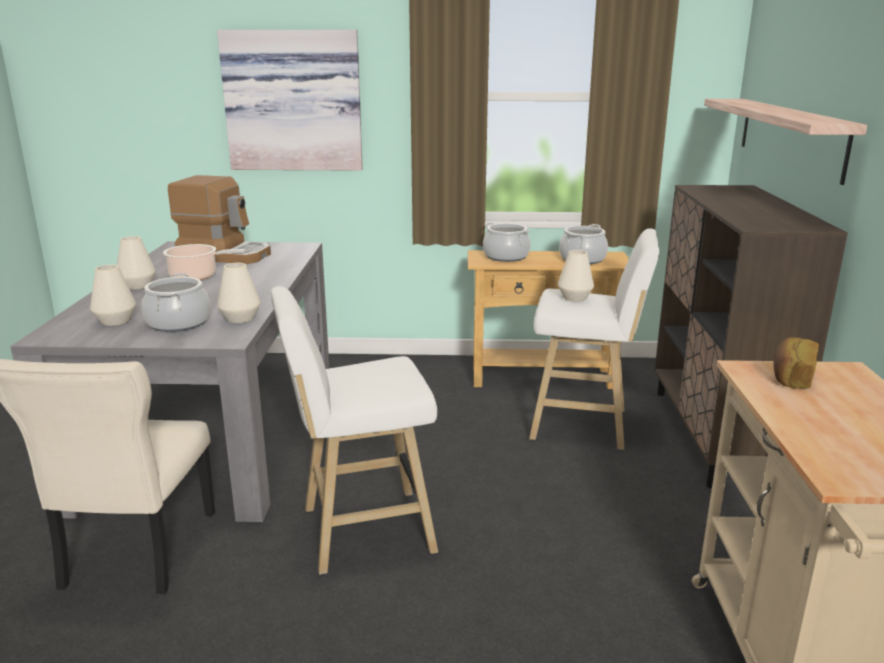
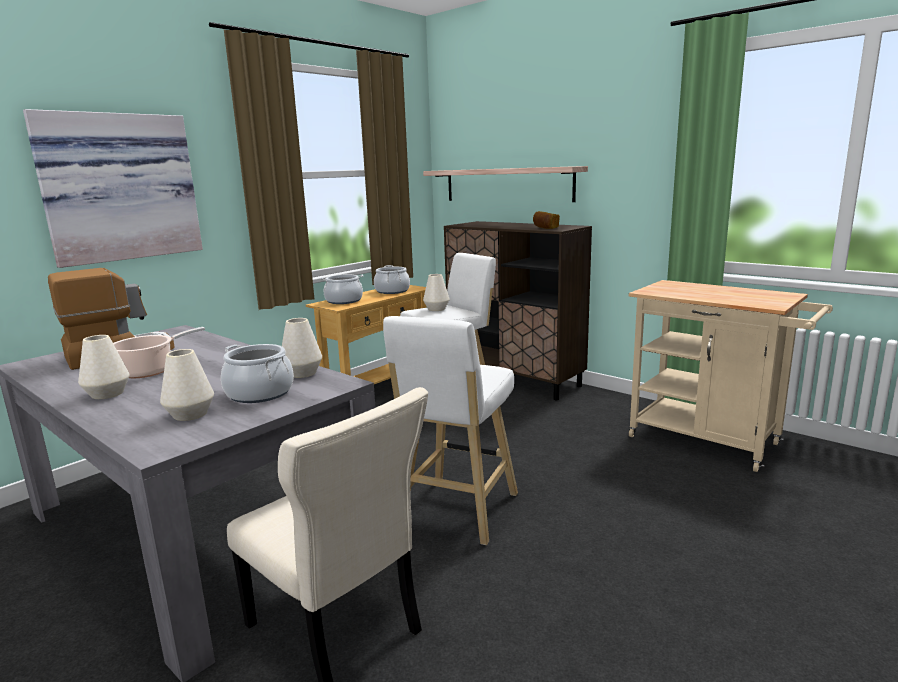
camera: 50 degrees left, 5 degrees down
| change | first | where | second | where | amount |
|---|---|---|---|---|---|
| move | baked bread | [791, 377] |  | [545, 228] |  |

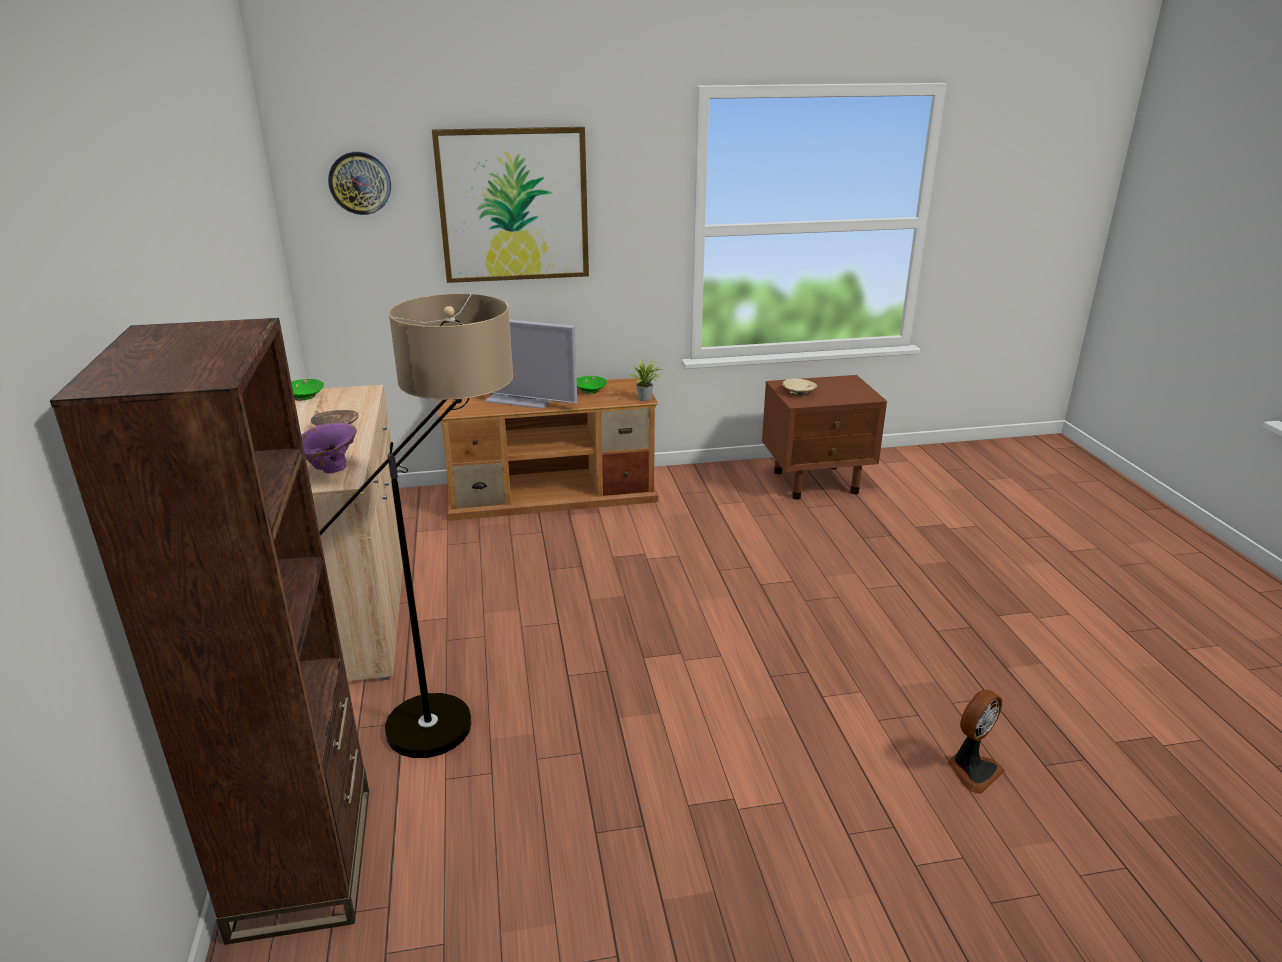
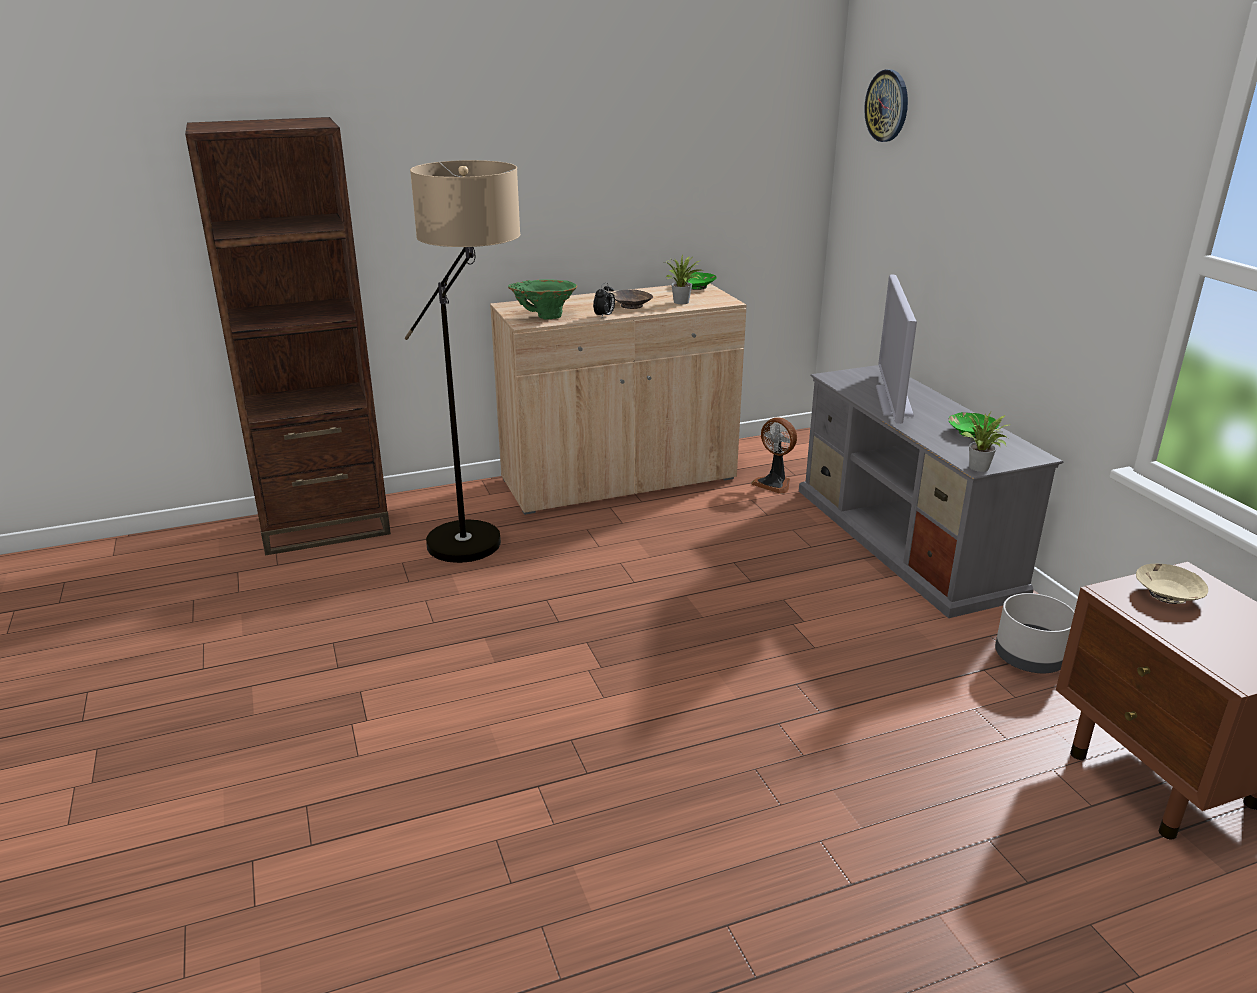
camera: 80 degrees right, 0 degrees up
| change | first | where | second | where | amount |
|---|---|---|---|---|---|
| recolor | purple decorative vase | [330, 470] | greenish decorative vase | [543, 316] |  |
| delete | wall picture | [513, 205] |  |  |  |
| recolor | brown media console | [553, 494] | gray media console | [906, 540] |  |
| move | electric fan | [972, 770] |  | [774, 483] |  |
| insert |  |  | bedside clock | [604, 316] |  |
| insert |  |  | plant in a pot | [682, 302] |  |
| insert |  |  | gray flower pot | [1030, 658] |  |

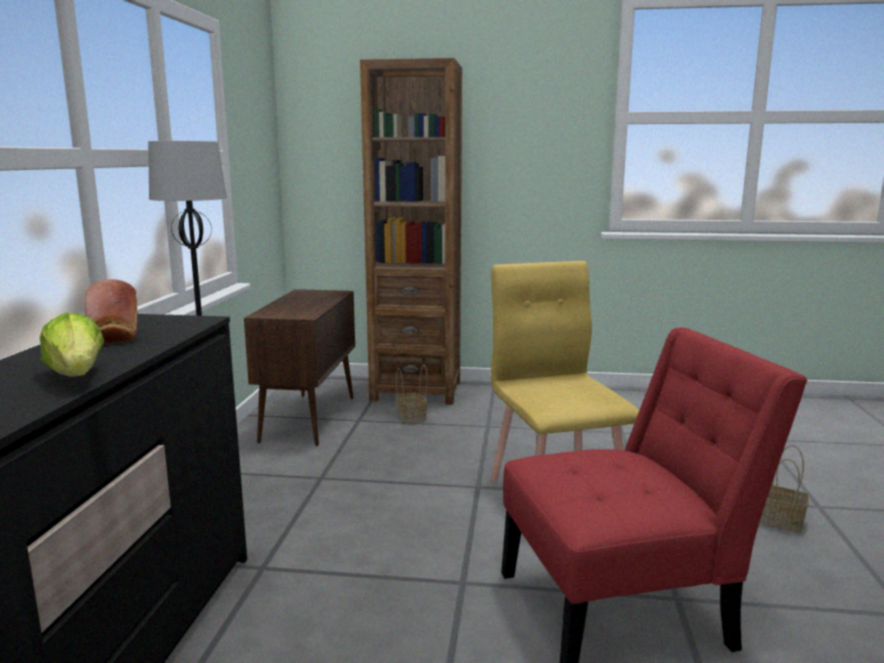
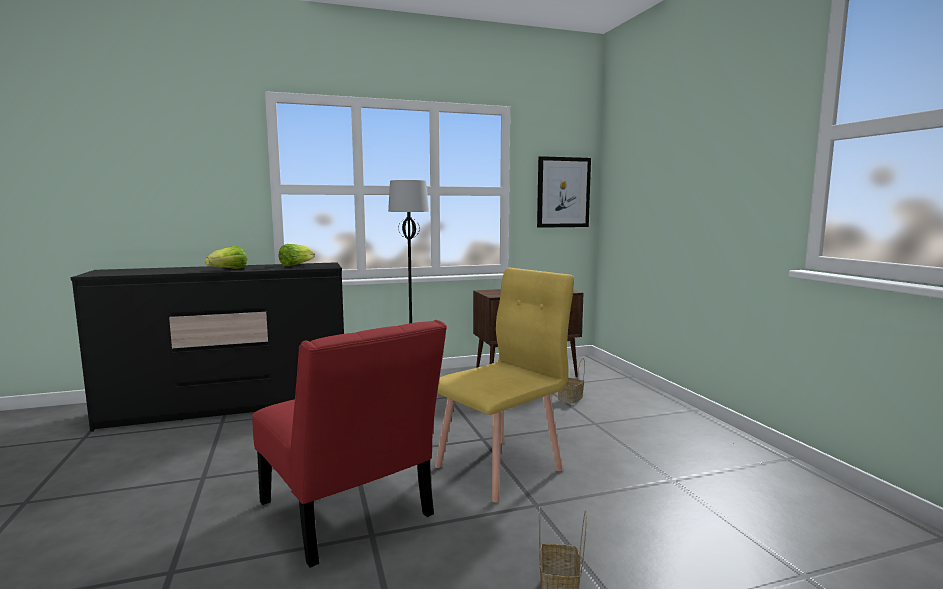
camera: 65 degrees right, 5 degrees down
| change | first | where | second | where | amount |
|---|---|---|---|---|---|
| replace | baked bread | [114, 334] | head of lettuce | [295, 265] |  |
| delete | brown shelving unit | [416, 391] |  |  |  |
| insert |  |  | wall picture | [563, 192] |  |

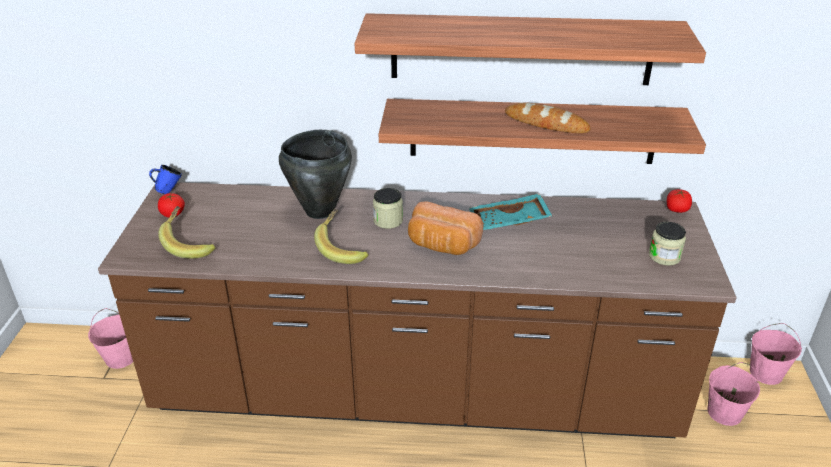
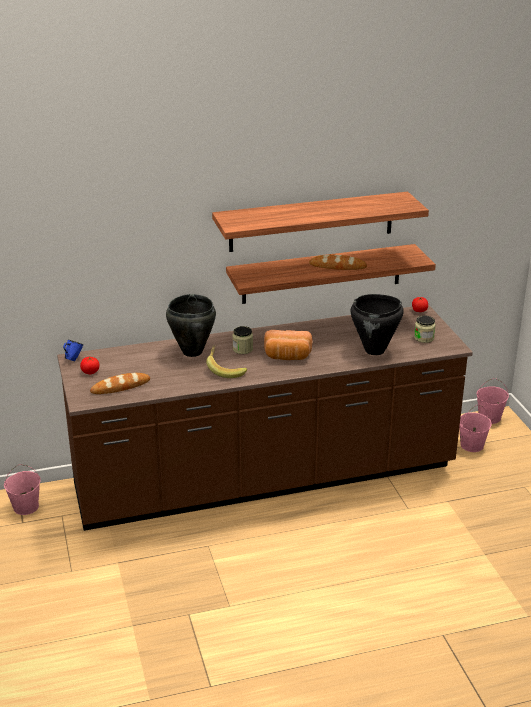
camera: 20 degrees left, 5 degrees down
| change | first | where | second | where | amount |
|---|---|---|---|---|---|
| replace | banana | [190, 244] | baked bread | [120, 387] |  |
| delete | turquoise carrying tray | [509, 222] |  |  |  |
| insert |  |  | blackish stockpot | [375, 350] |  |

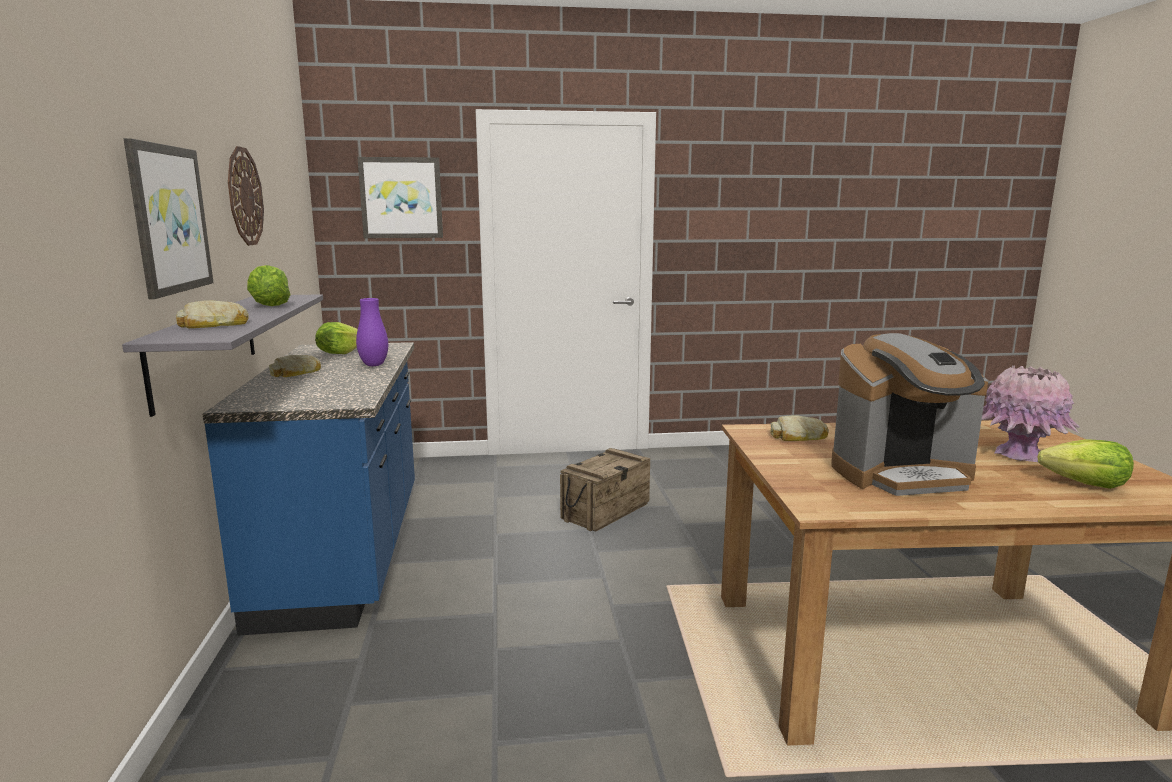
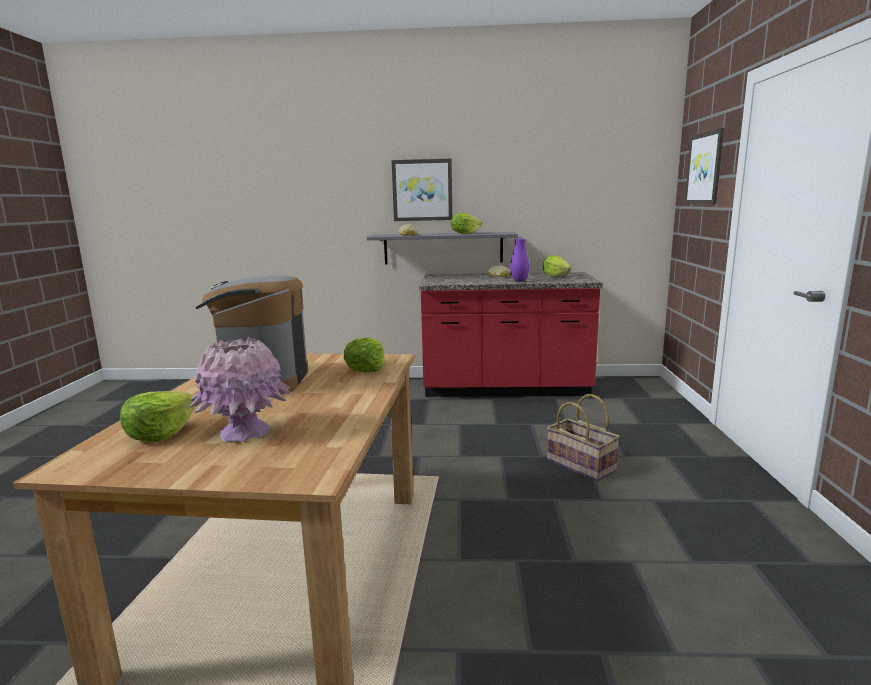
camera: 100 degrees right, 0 degrees up
| change | first | where | second | where | amount |
|---|---|---|---|---|---|
| recolor | bluish kitchen counter | [346, 553] | red kitchen counter | [505, 389] |  |
| delete | wall clock | [244, 196] |  |  |  |
| replace | packing crate | [605, 511] | storage basket | [581, 465] |  |
| replace | baked bread | [798, 436] | head of lettuce | [366, 368] |  |

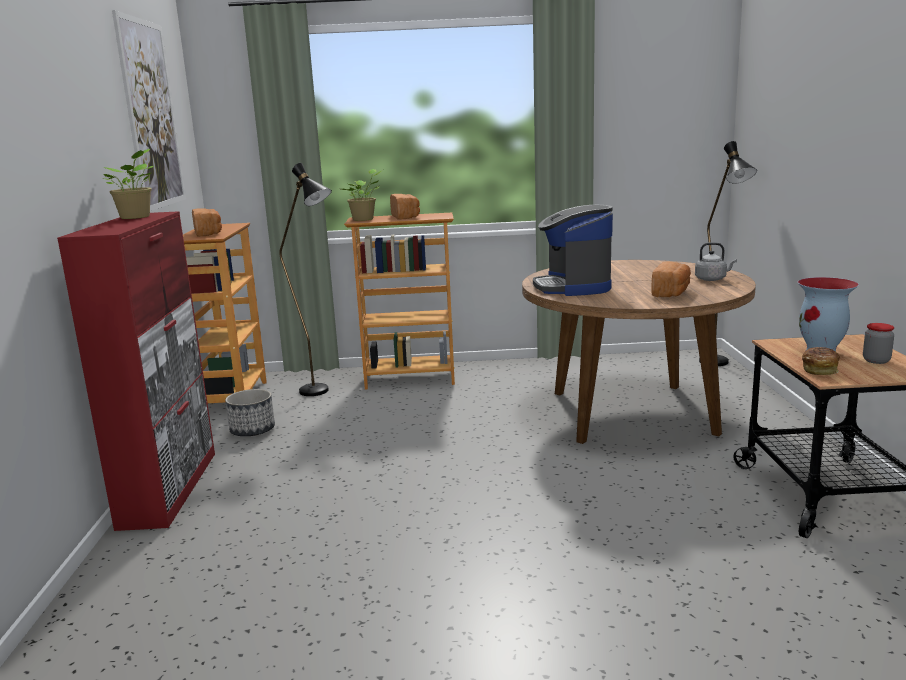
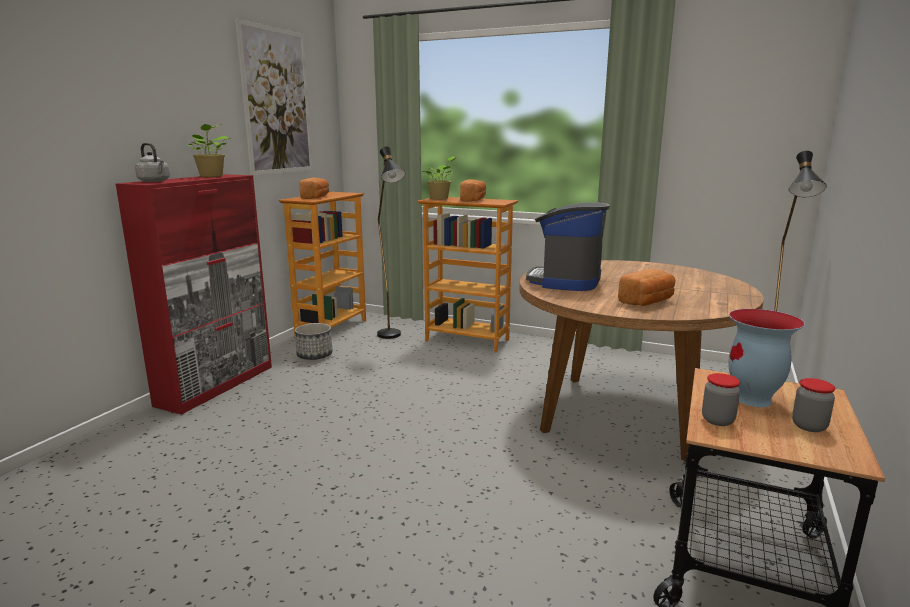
camera: 25 degrees right, 0 degrees up
| change | first | where | second | where | amount |
|---|---|---|---|---|---|
| move | gray water kettle | [712, 279] |  | [155, 181] |  |
| replace | baked bread | [820, 370] | jar | [717, 420] |  |

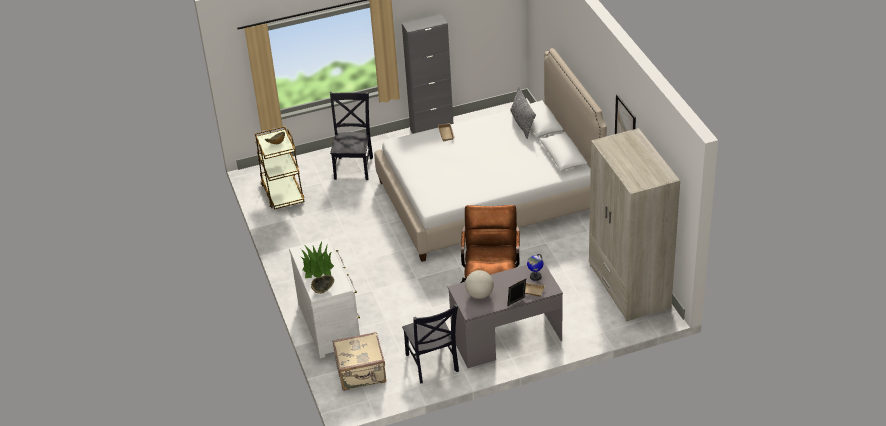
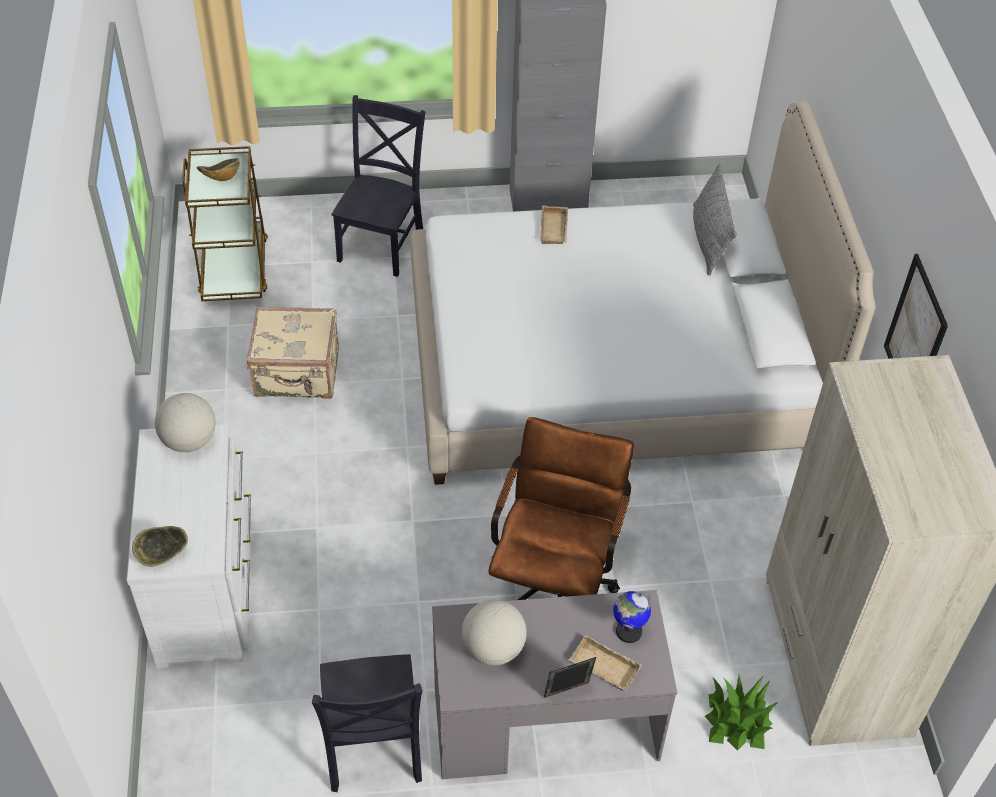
camera: 10 degrees right, 10 degrees up
| change | first | where | second | where | amount |
|---|---|---|---|---|---|
| move | plant in a pot | [317, 268] |  | [737, 721] |  |
| move | beige-coloured suitcase | [361, 374] |  | [297, 374] |  |
| insert |  |  | desk globe | [189, 441] |  |

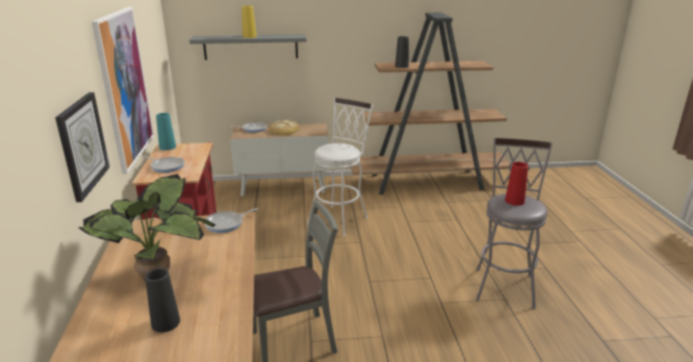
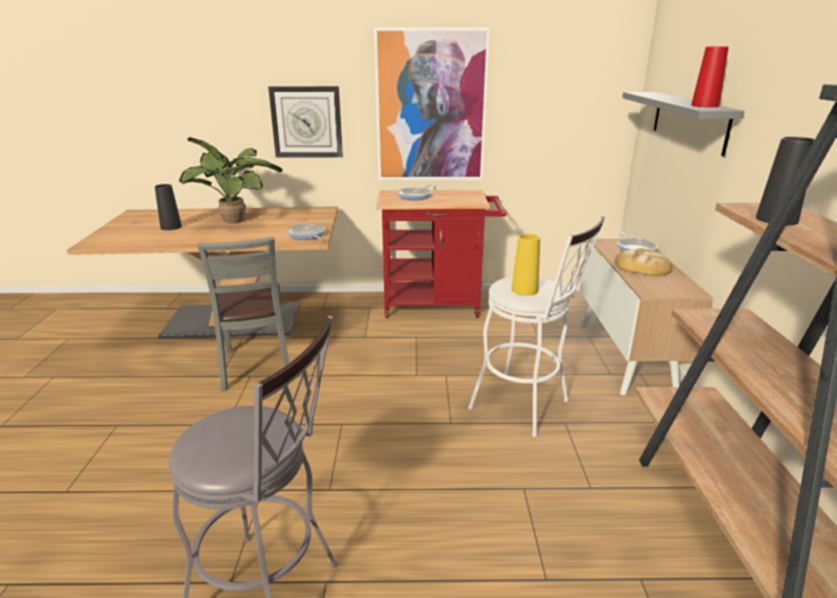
camera: 95 degrees right, 0 degrees up
| change | first | where | second | where | amount |
|---|---|---|---|---|---|
| delete | turquoise decorative vase | [167, 147] |  |  |  |
| move | yellow decorative vase | [249, 36] |  | [524, 290] |  |
| move | red decorative vase | [514, 201] |  | [705, 105] |  |

